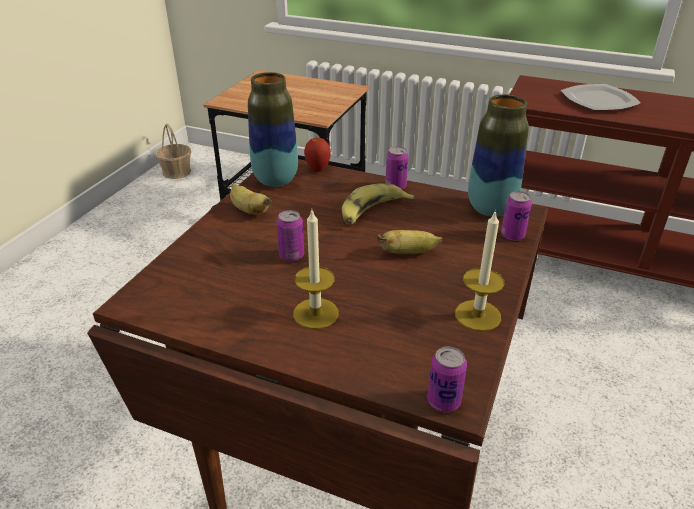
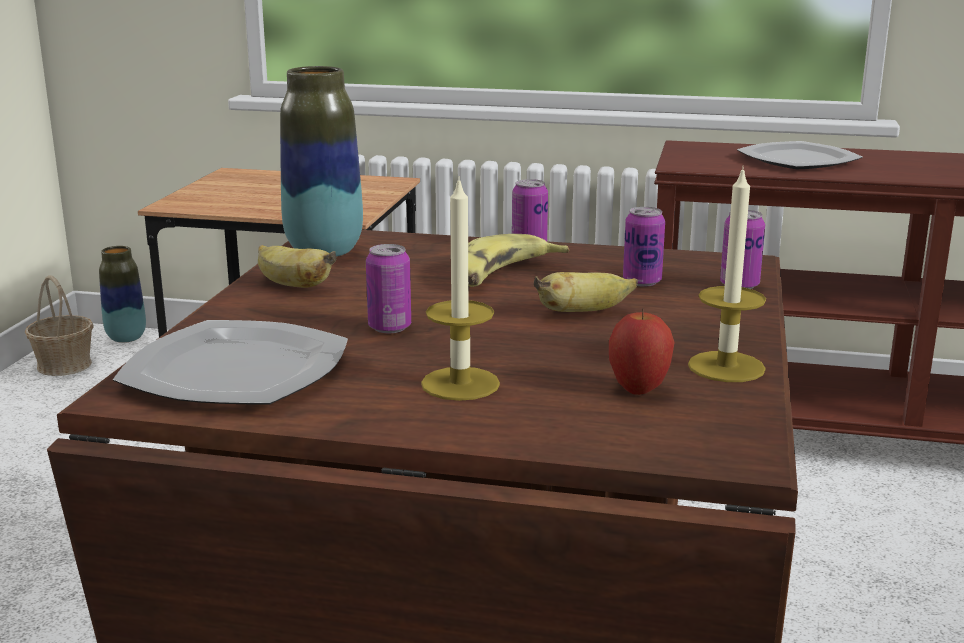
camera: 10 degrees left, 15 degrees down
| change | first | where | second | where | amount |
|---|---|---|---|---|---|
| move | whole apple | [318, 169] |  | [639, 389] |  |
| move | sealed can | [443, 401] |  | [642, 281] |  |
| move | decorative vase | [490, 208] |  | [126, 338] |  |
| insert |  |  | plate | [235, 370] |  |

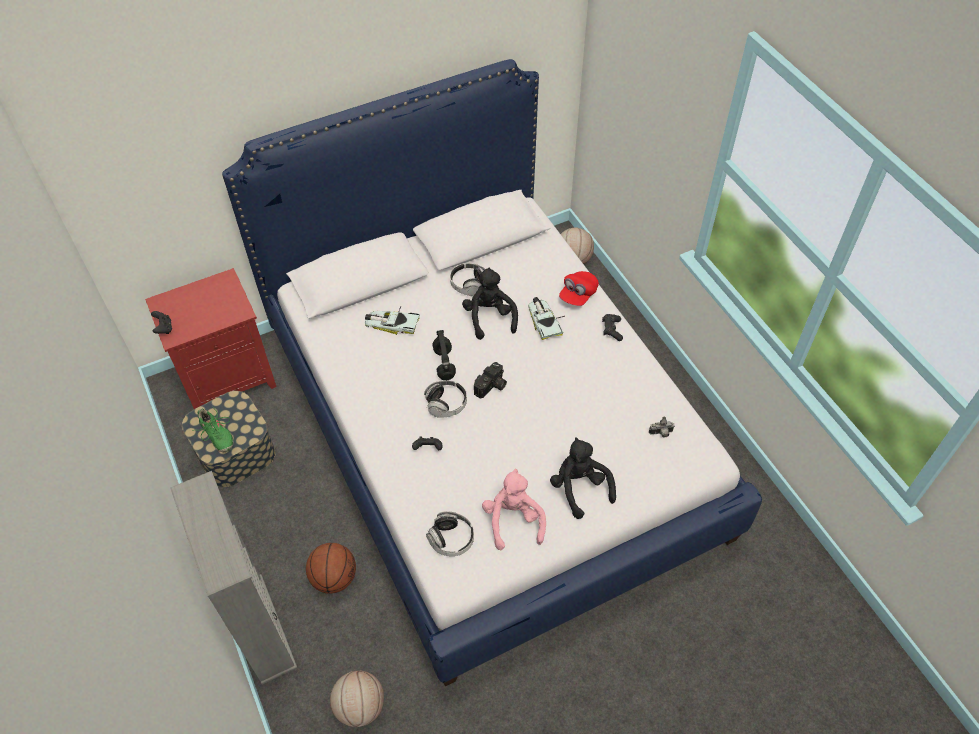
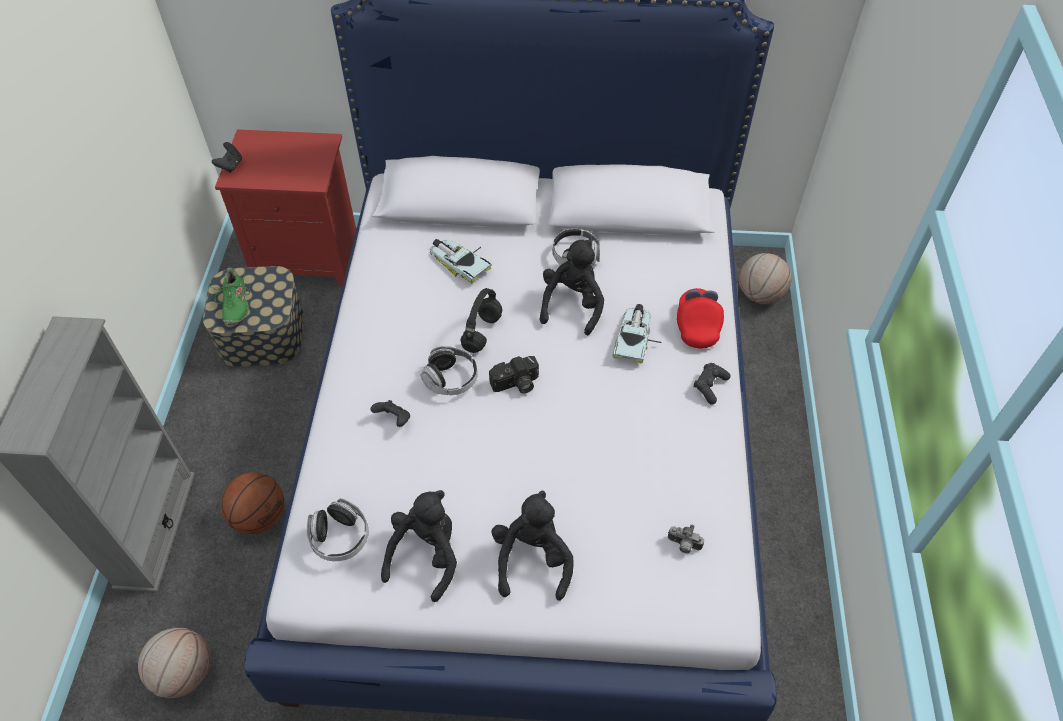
camera: 30 degrees right, 0 degrees up
| change | first | where | second | where | amount |
|---|---|---|---|---|---|
| recolor | pinkish plush toy | [513, 520] | blackish plush toy | [426, 554] |  |
| rotate | red cap | [578, 295] |  | [697, 325] | 120 degrees clockwise |

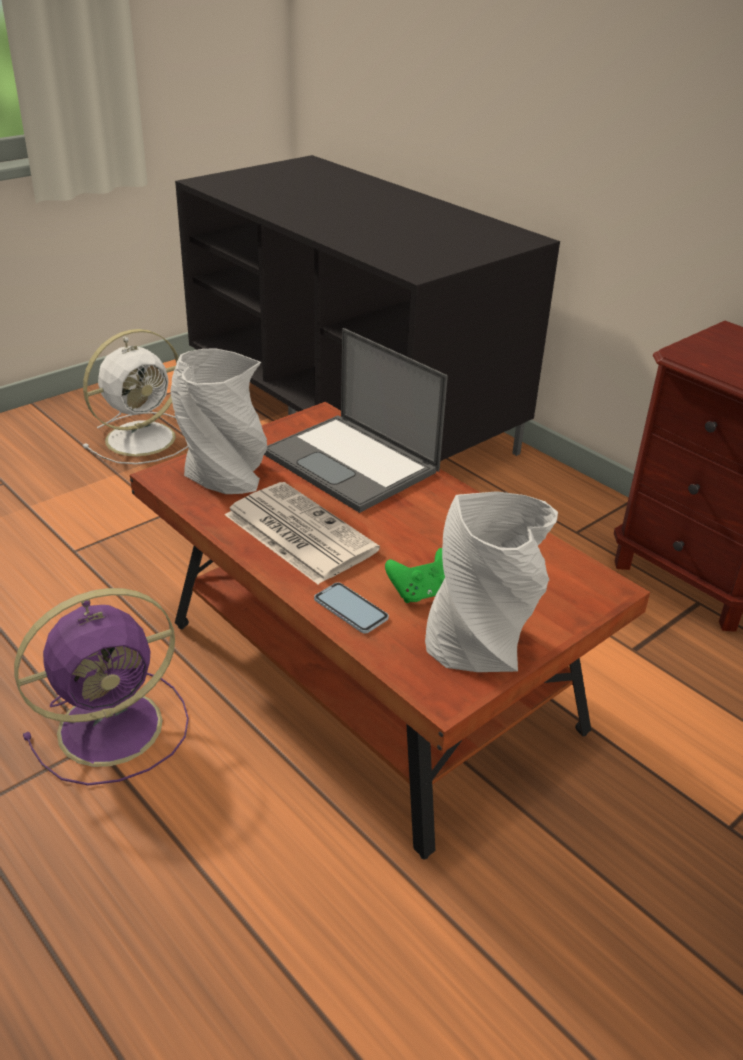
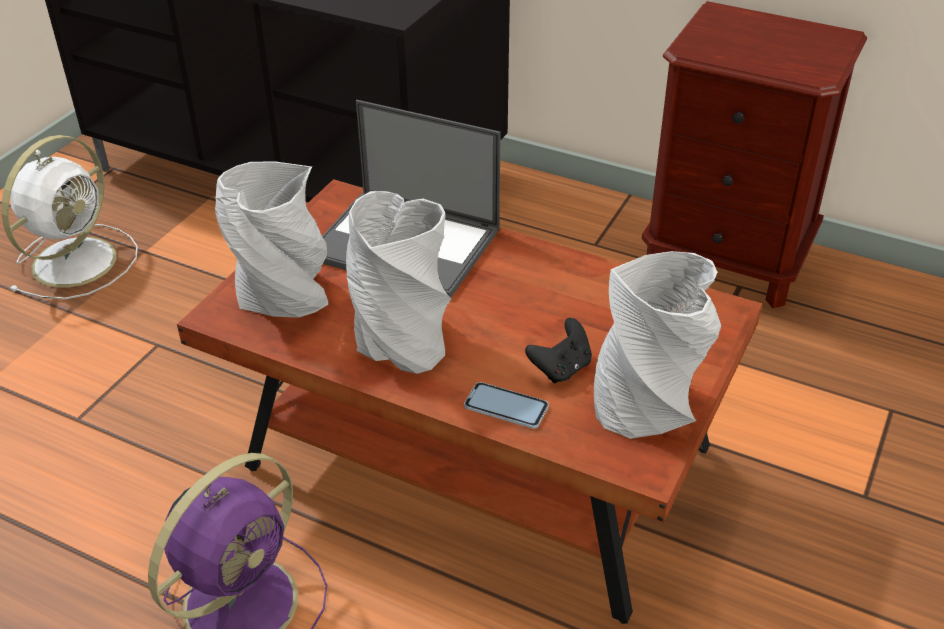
camera: 20 degrees left, 5 degrees up
| change | first | where | second | where | amount |
|---|---|---|---|---|---|
| replace | daily paper | [297, 532] | gray decorative vase | [401, 339] |  |
| recolor | greenish joypad | [420, 593] | blackish joypad | [561, 368] |  |

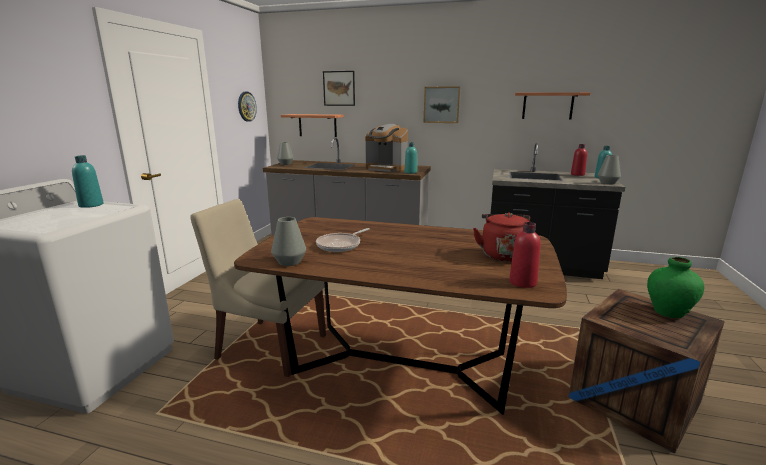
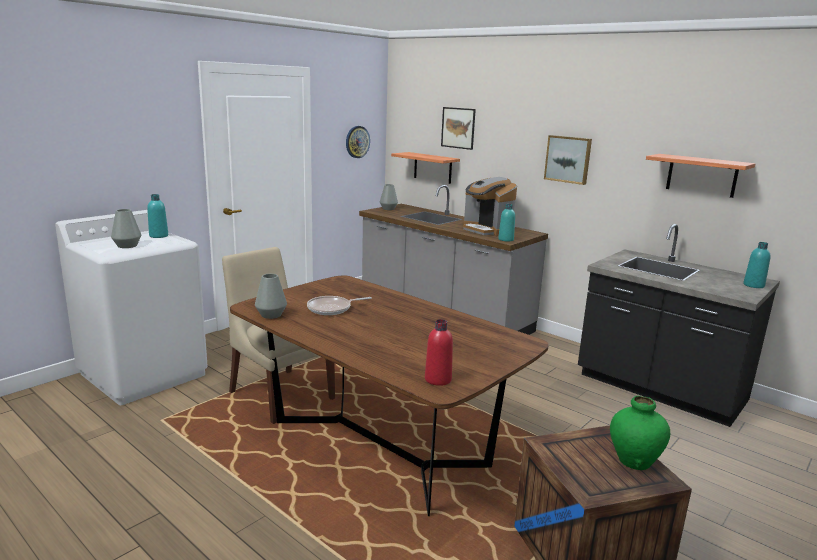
camera: 25 degrees right, 0 degrees up
| change | first | where | second | where | amount |
|---|---|---|---|---|---|
| delete | red water kettle | [503, 255] |  |  |  |
| delete | red drink bottle | [577, 174] |  |  |  |
| move | gray decorative vase | [607, 183] |  | [127, 246] |  |

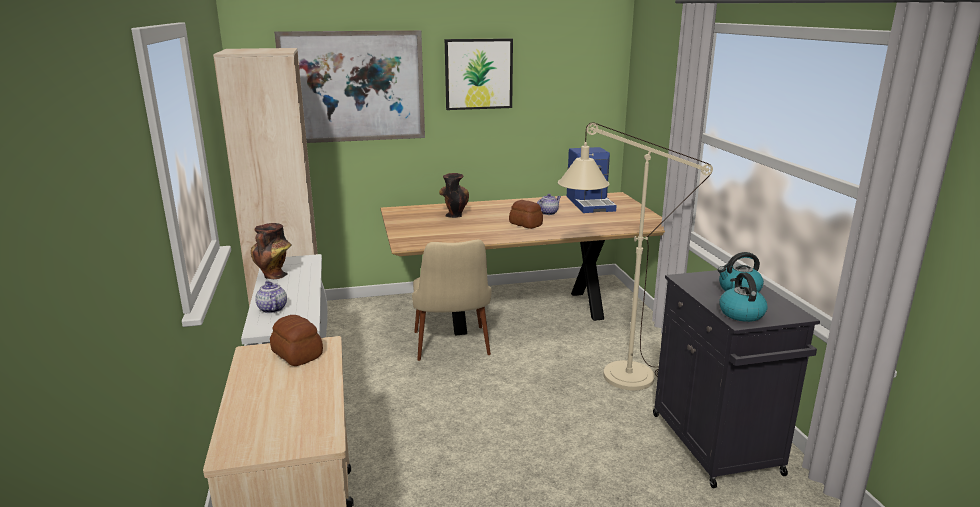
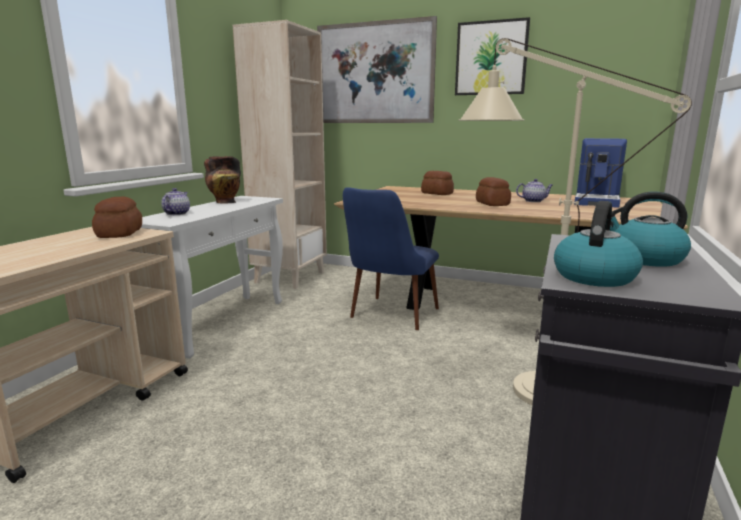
camera: 35 degrees right, 5 degrees down
| change | first | where | second | where | amount |
|---|---|---|---|---|---|
| recolor | beige-coloured chair | [452, 350] | bluish chair | [389, 318] |  |
| replace | decorative vase | [454, 214] | baked bread | [437, 193] |  |

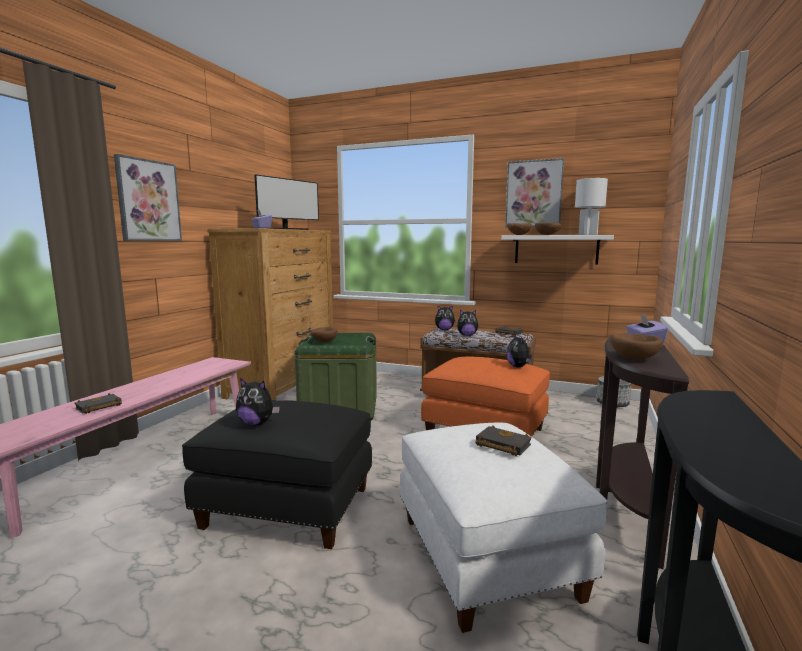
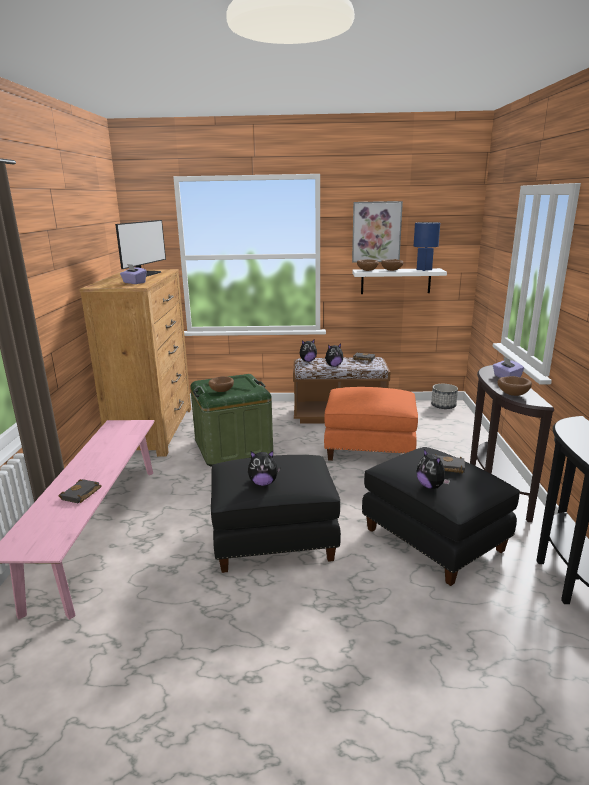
camera: 20 degrees left, 10 degrees up
| change | first | where | second | where | amount |
|---|---|---|---|---|---|
| delete | wall picture | [148, 201] |  |  |  |
| recolor | white pouffe | [488, 556] | blackish pouffe | [435, 539] |  |
| move | plush toy | [518, 367] |  | [431, 486] |  |
| recolor | white tabletop lamp | [588, 234] | bluish tabletop lamp | [424, 269] |  |

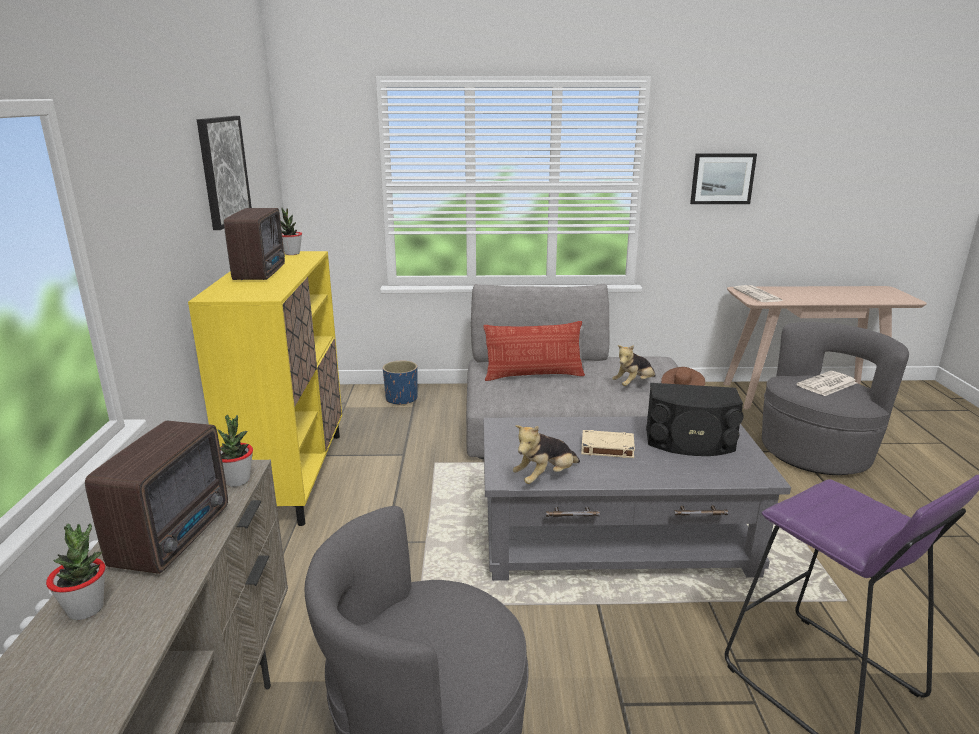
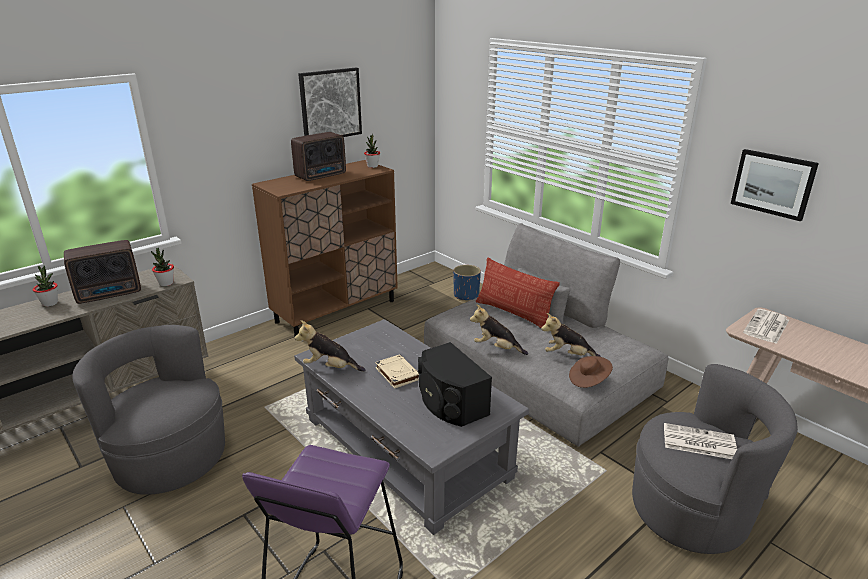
camera: 50 degrees right, 5 degrees up
| change | first | where | second | where | amount |
|---|---|---|---|---|---|
| recolor | yellow cupboard | [292, 475] | brown cupboard | [336, 311] |  |
| insert |  |  | plush toy | [497, 348] |  |

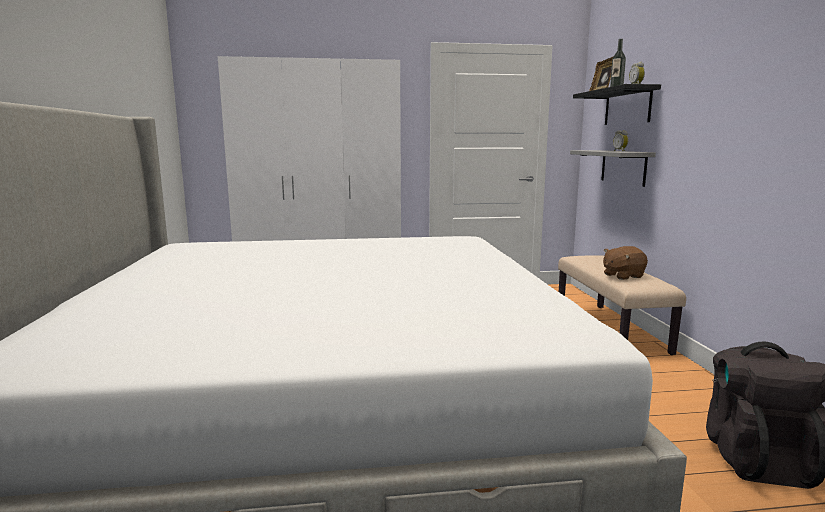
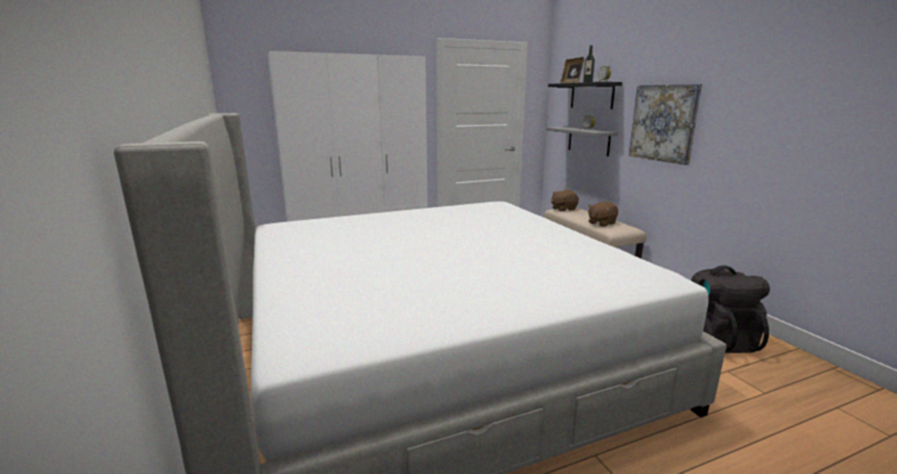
camera: 15 degrees left, 5 degrees up
| change | first | where | second | where | amount |
|---|---|---|---|---|---|
| insert |  |  | brown plush toy | [563, 209] |  |
| insert |  |  | wall picture | [663, 123] |  |

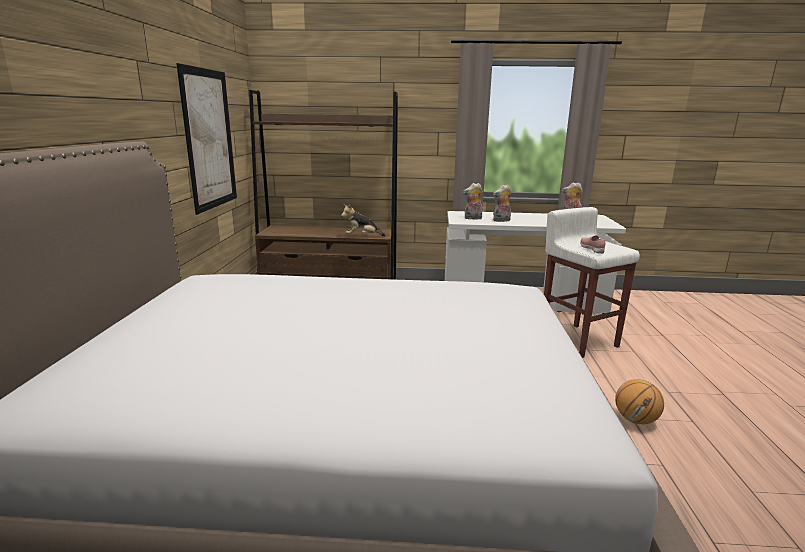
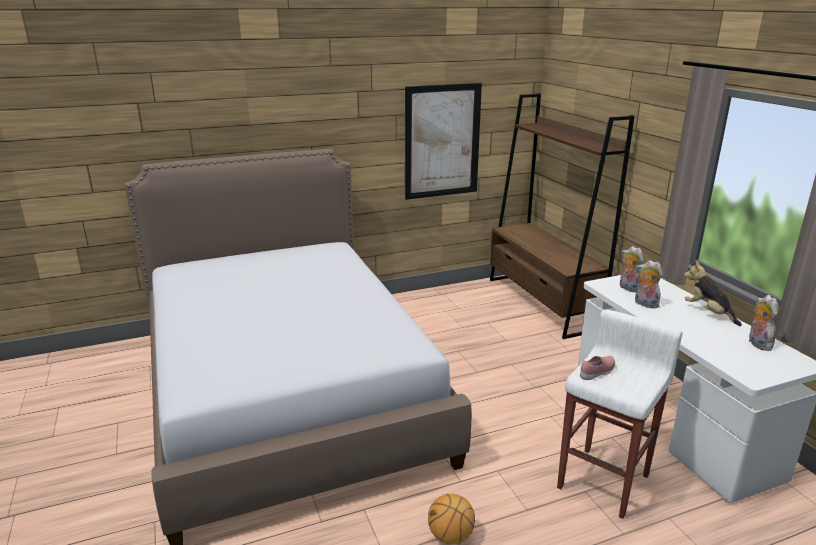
camera: 65 degrees right, 5 degrees up
| change | first | where | second | where | amount |
|---|---|---|---|---|---|
| move | plush toy | [362, 236] |  | [708, 313] |  |

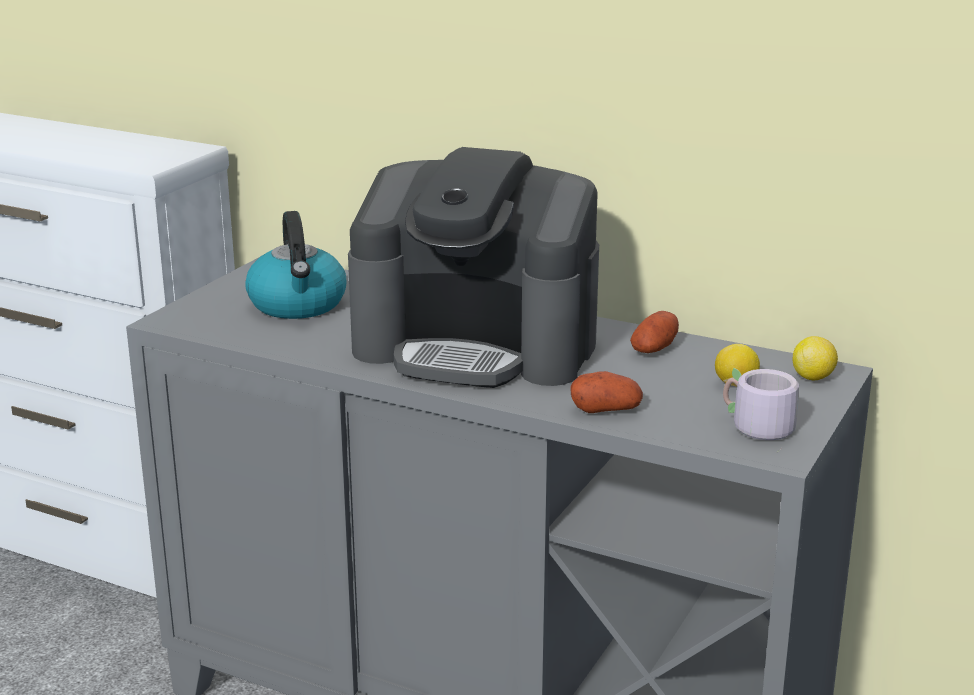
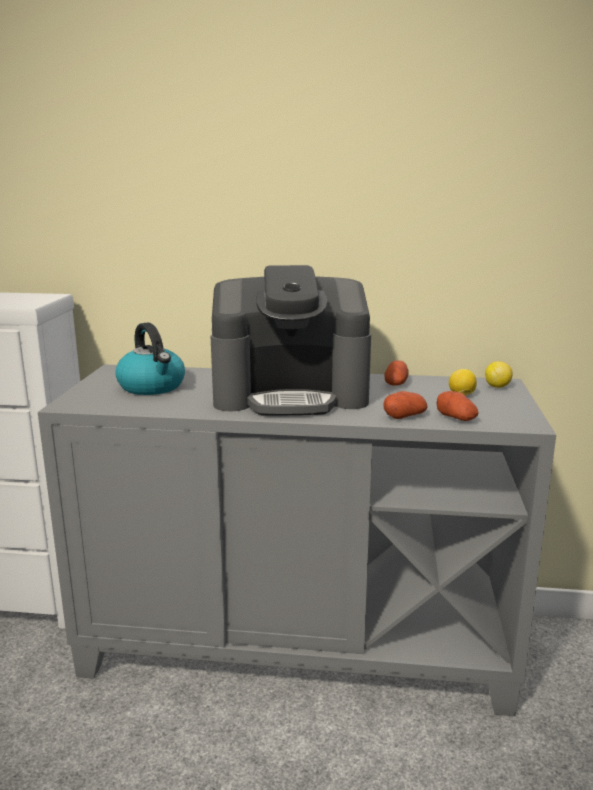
camera: 20 degrees left, 5 degrees down
| change | first | where | second | where | amount |
|---|---|---|---|---|---|
| delete | gray tea mug | [755, 428] |  |  |  |
| insert |  |  | potato | [456, 418] |  |

